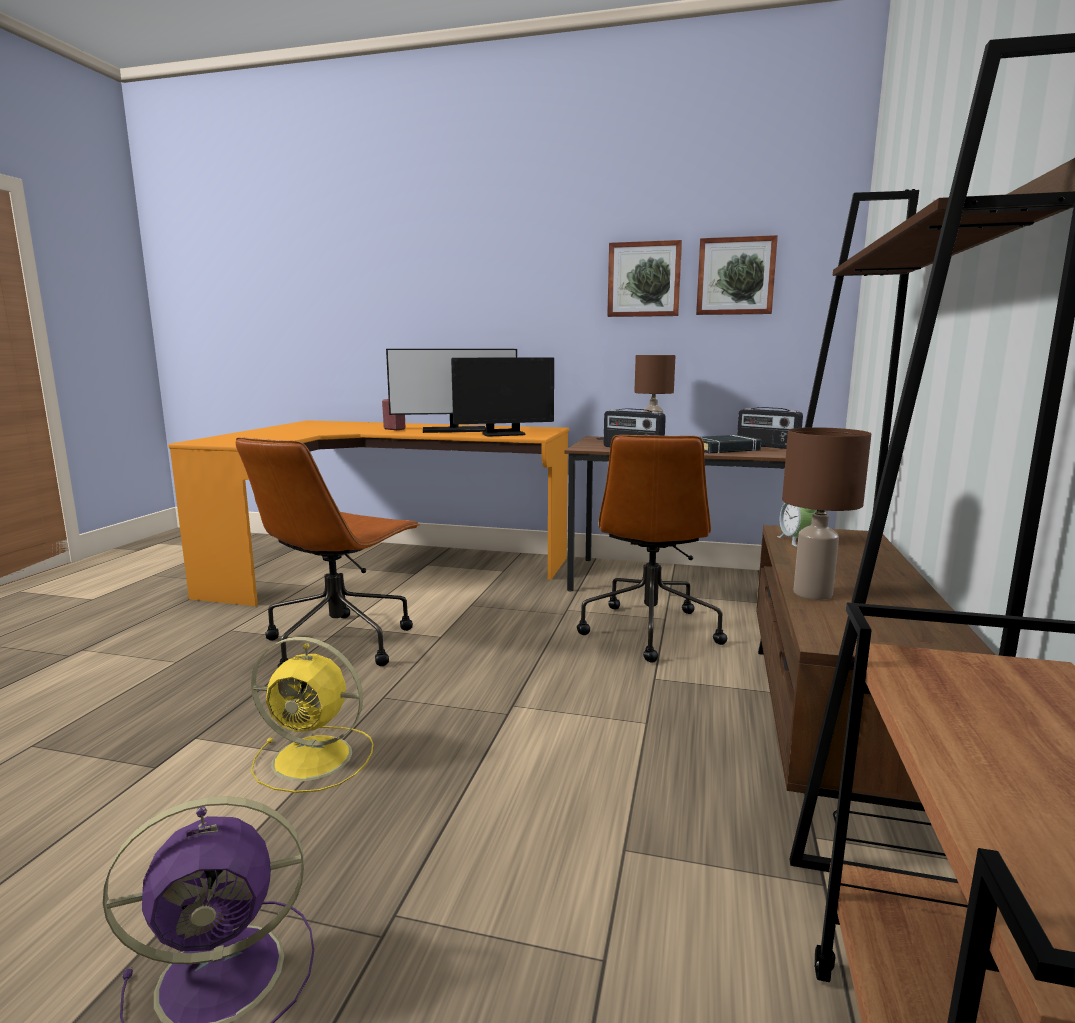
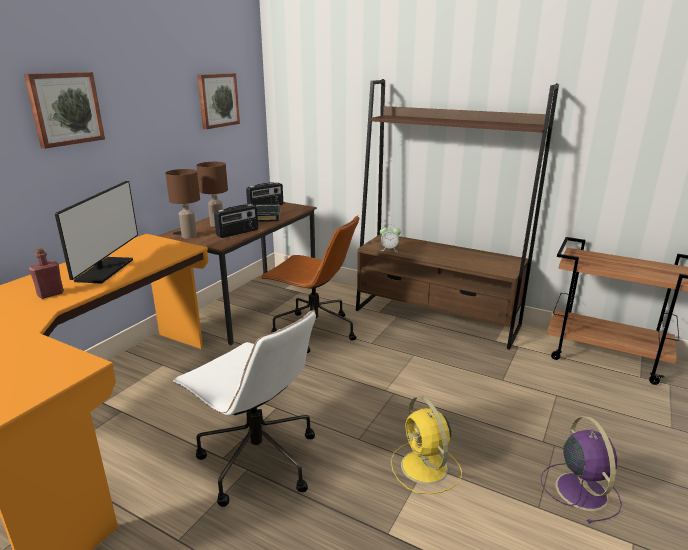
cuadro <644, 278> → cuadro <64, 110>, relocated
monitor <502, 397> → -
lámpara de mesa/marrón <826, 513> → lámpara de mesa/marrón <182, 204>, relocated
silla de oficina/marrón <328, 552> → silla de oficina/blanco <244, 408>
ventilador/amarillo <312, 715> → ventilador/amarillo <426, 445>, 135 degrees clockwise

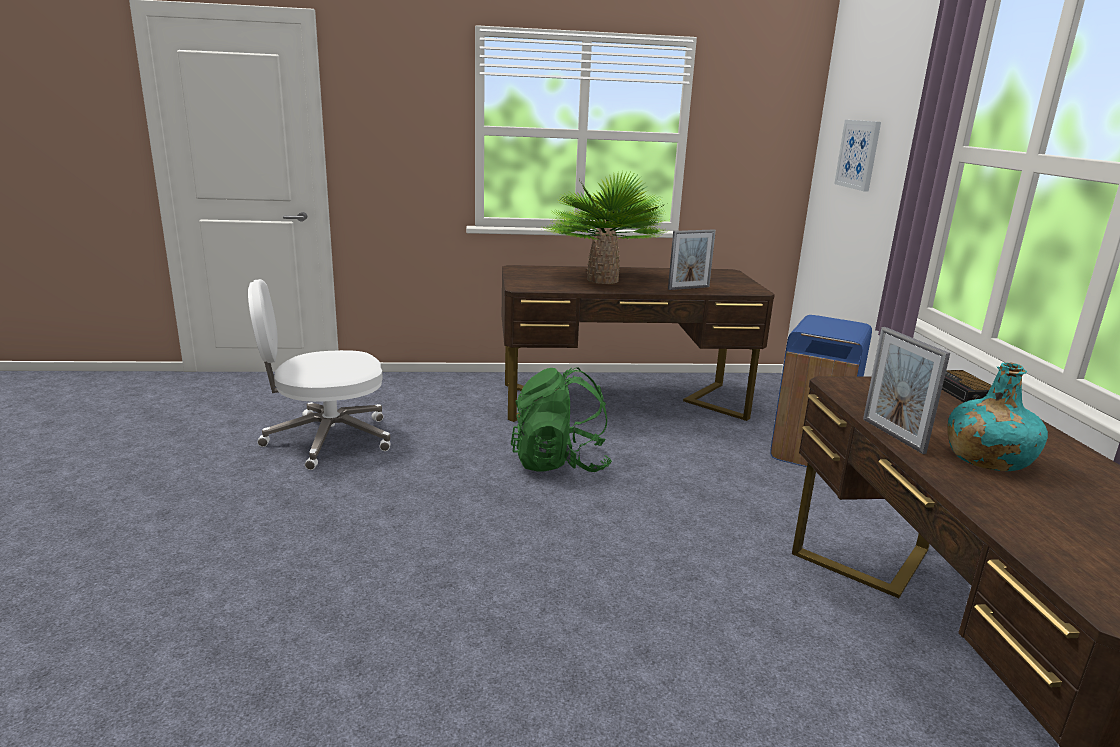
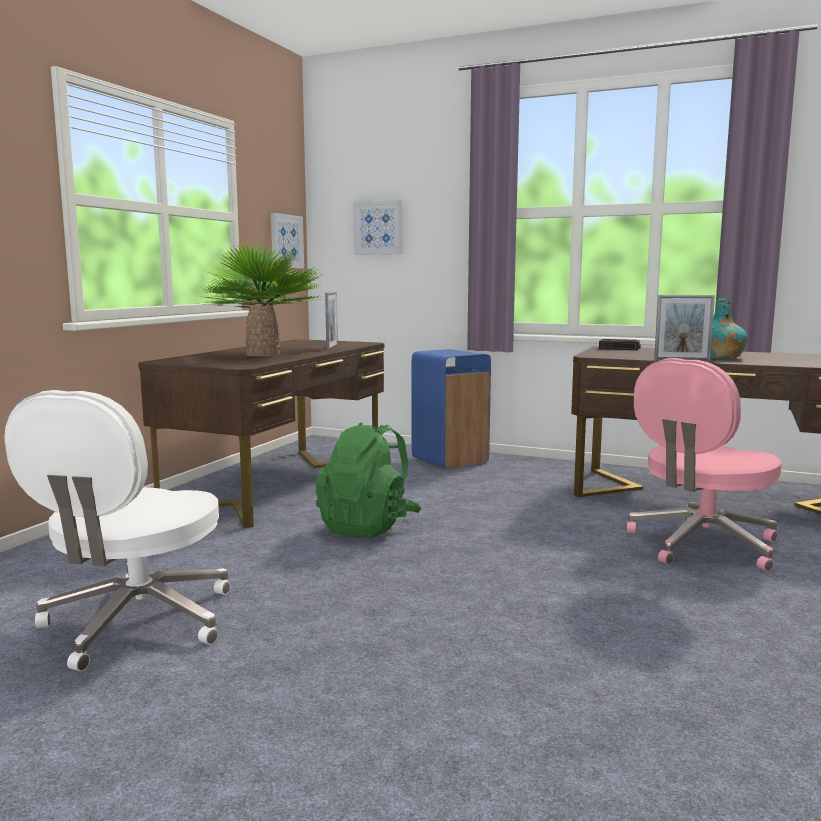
- → cuadro <287, 240>
- → silla de oficina/rosa <704, 465>

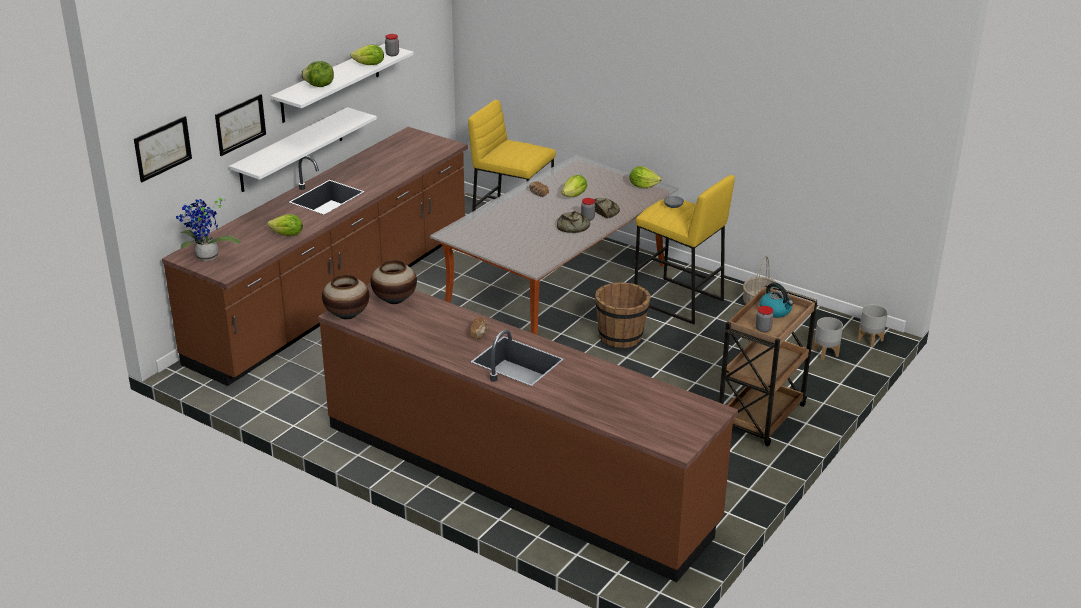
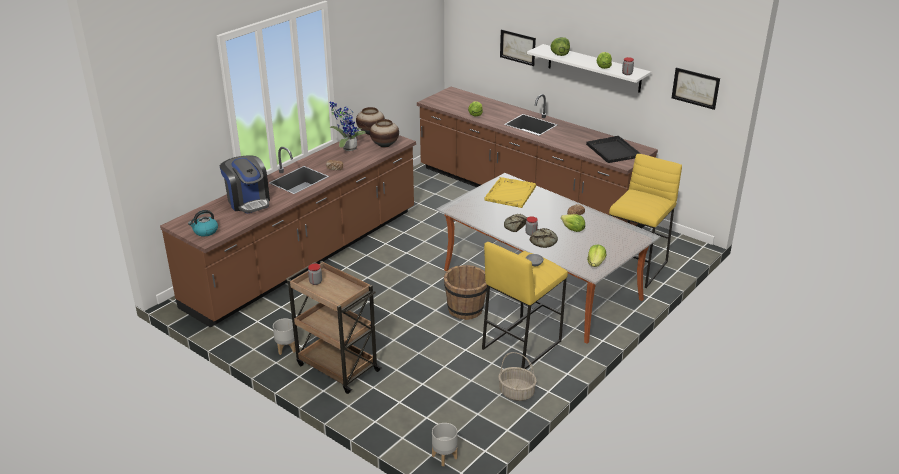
estante/blanco <303, 149> → -
cuadro <163, 149> → cuadro <696, 89>, relocated
planta en maceta <208, 229> → planta en maceta <347, 126>, relocated
hervidor <776, 300> → hervidor <203, 223>, relocated
maceta/gris <828, 338> → maceta/gris <284, 336>, relocated
- → bandeja/negro <613, 149>
- → cafetera <245, 184>
- → bandeja/amarillo <510, 192>

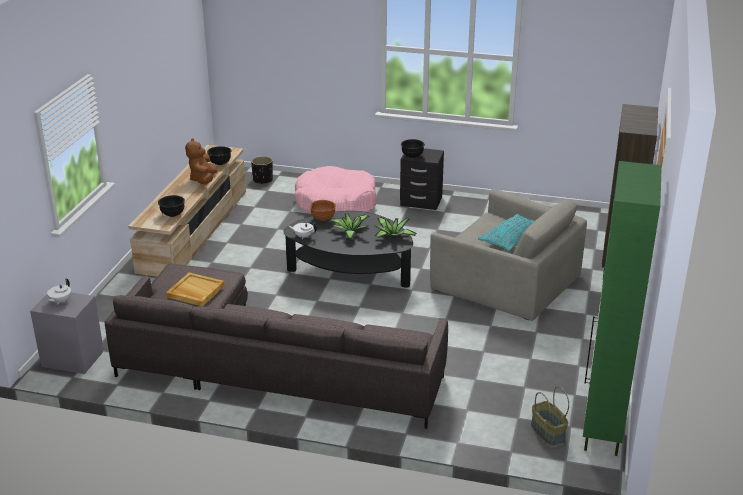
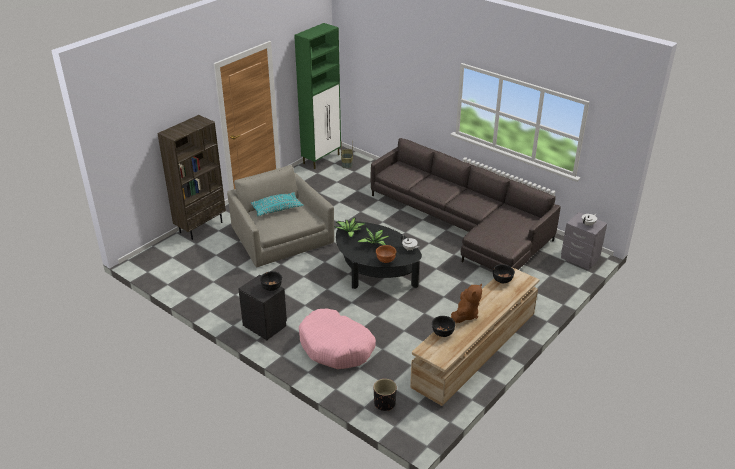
bandeja/beis <195, 289> → -

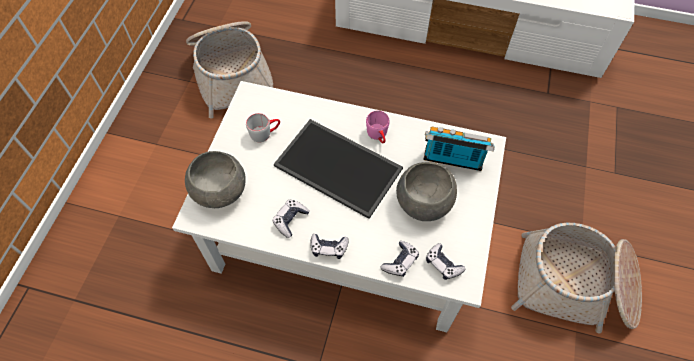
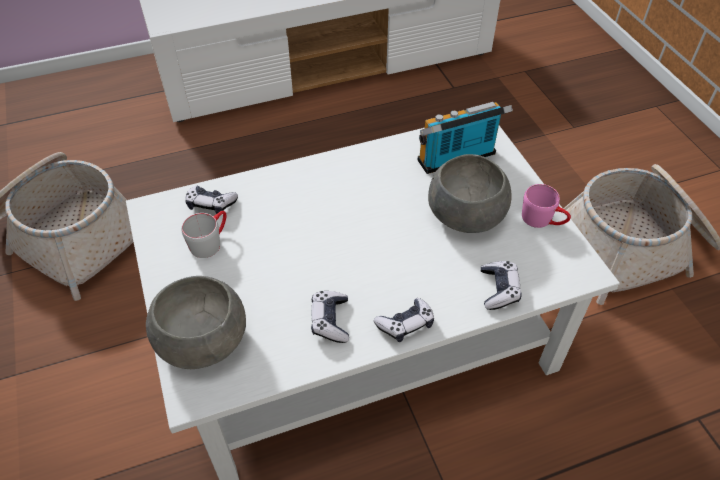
taza grande/rosa <378, 126> → taza grande/rosa <546, 206>, relocated
bandeja <338, 169> → -
mando de consola <445, 261> → mando de consola <211, 199>, relocated

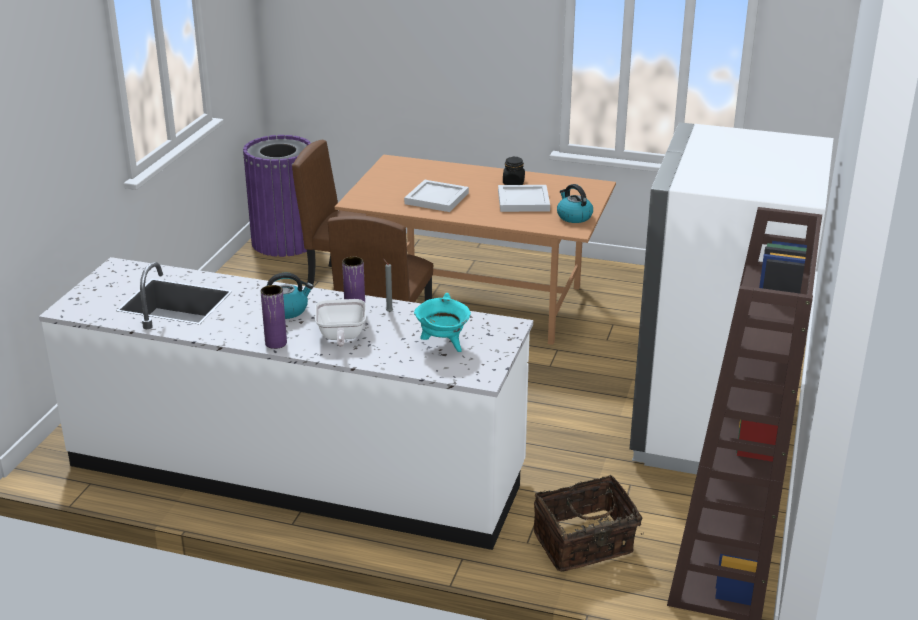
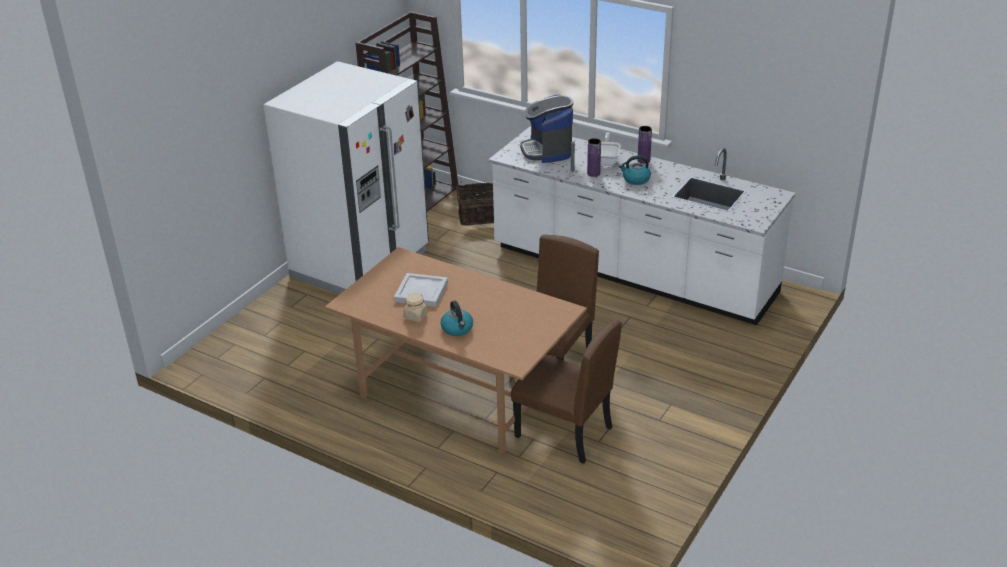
papelera/morado <277, 196> → -
tarro/negro <514, 171> → tarro/beis <416, 307>
bandeja/blanco <436, 196> → -
hervidor <575, 203> → hervidor <457, 318>, relocated
olla/turquesa <442, 322> → cafetera <546, 129>

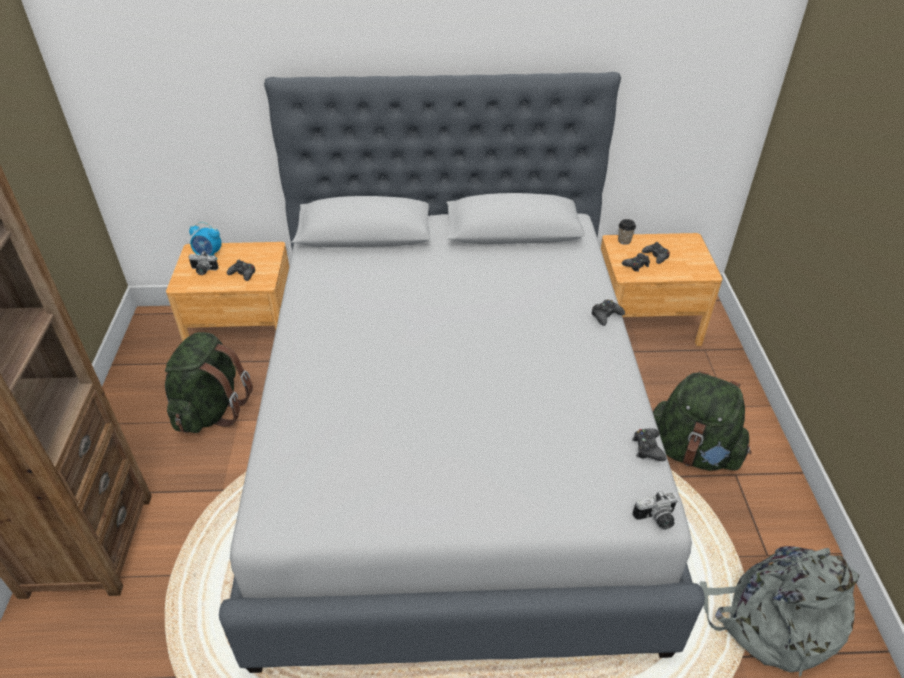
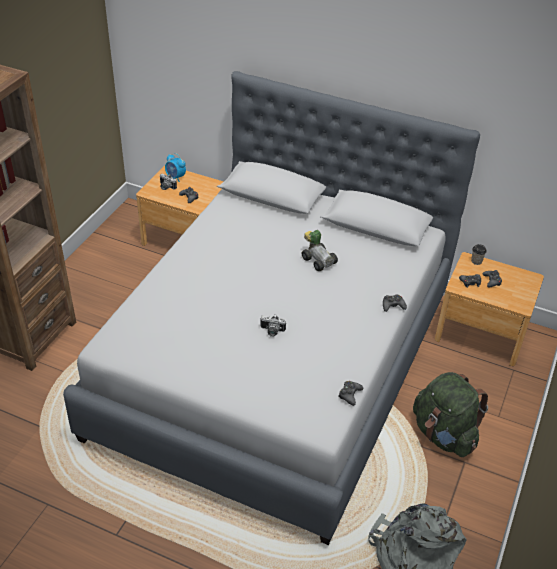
mochila/verde <209, 382> → -
cámara <655, 510> → cámara <273, 326>, relocated
- → coche de juguete <319, 250>

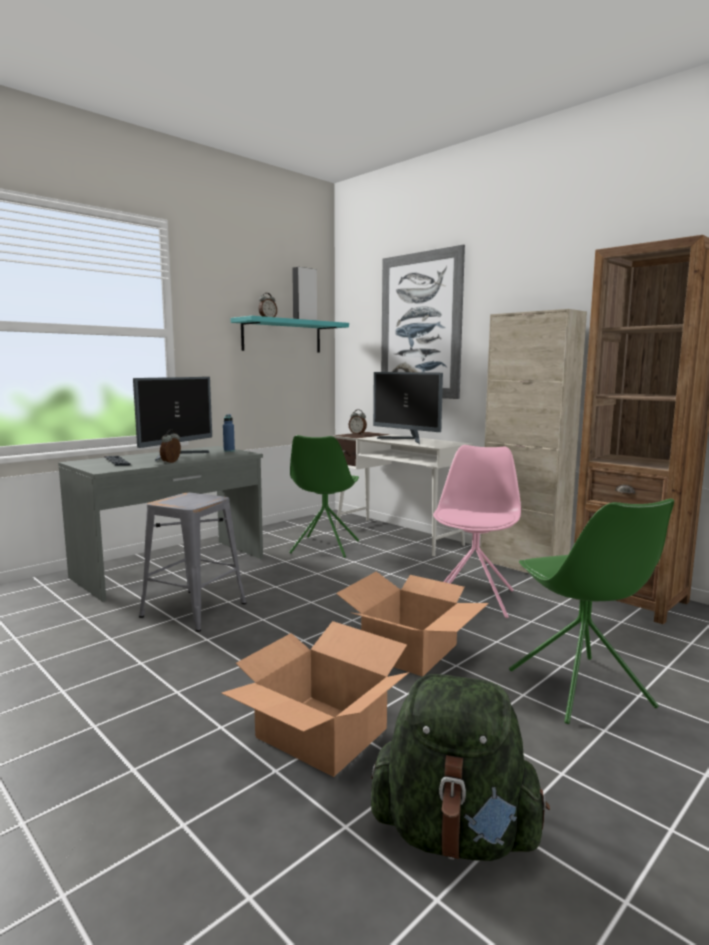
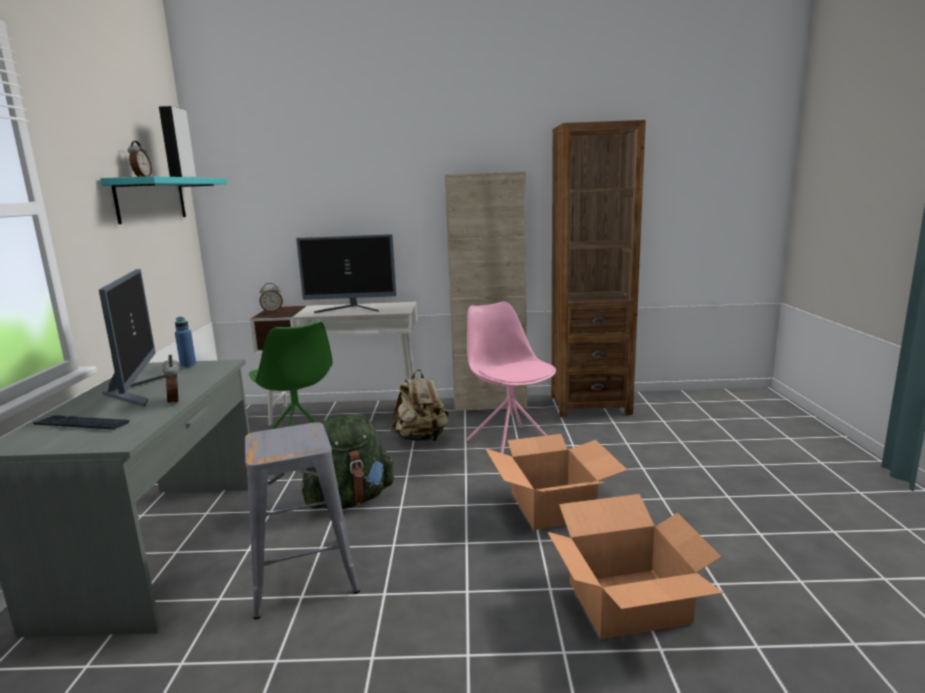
cuadro <423, 322> → -
silla/verde <591, 611> → -
mochila/verde <460, 767> → mochila/verde <348, 461>, relocated
- → mochila/beis <420, 405>

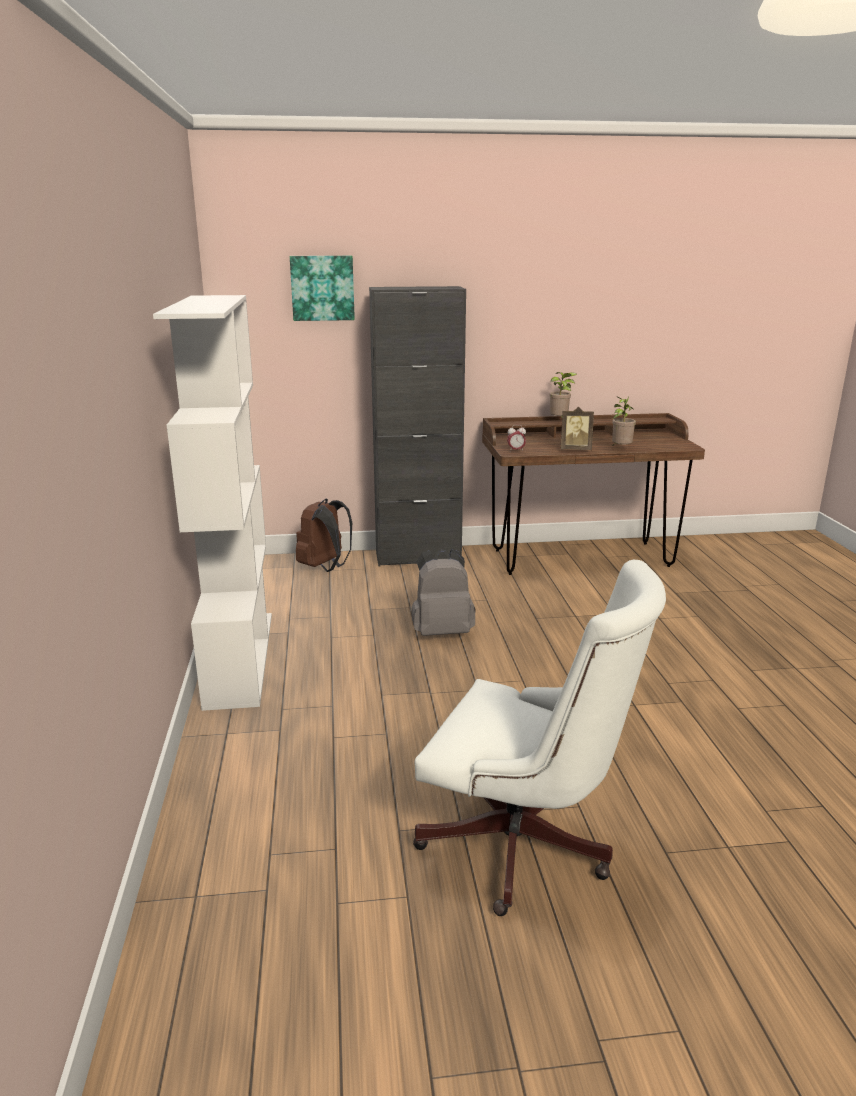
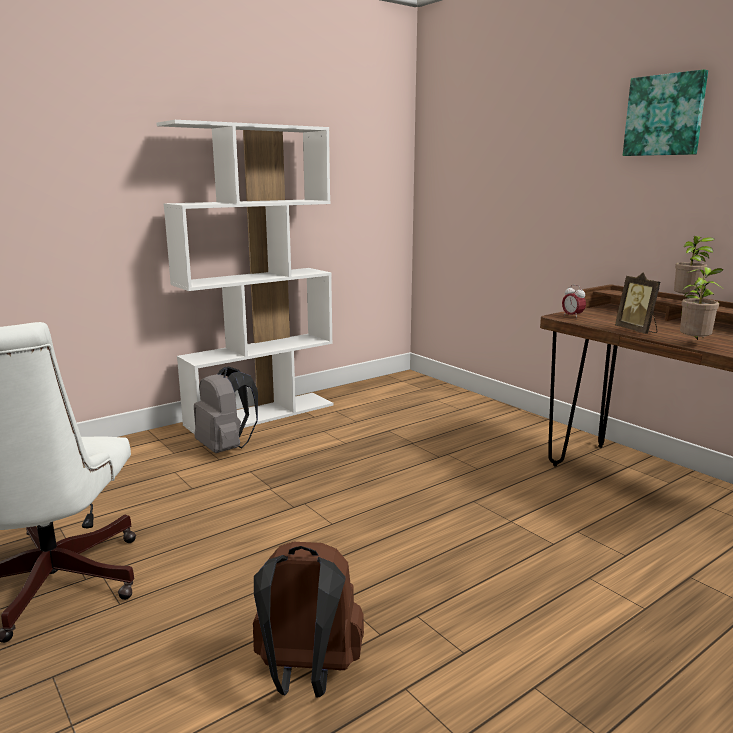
cuadro <322, 288> → cuadro <665, 112>, relocated
armario/negro <417, 426> → -
mochila/marrón <324, 535> → mochila/marrón <308, 620>, relocated
mochila/gris <444, 592> → mochila/gris <226, 409>, relocated

